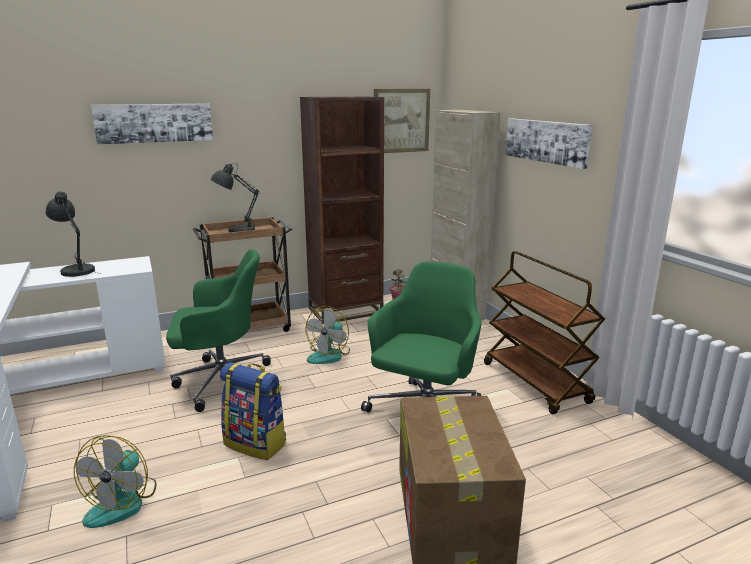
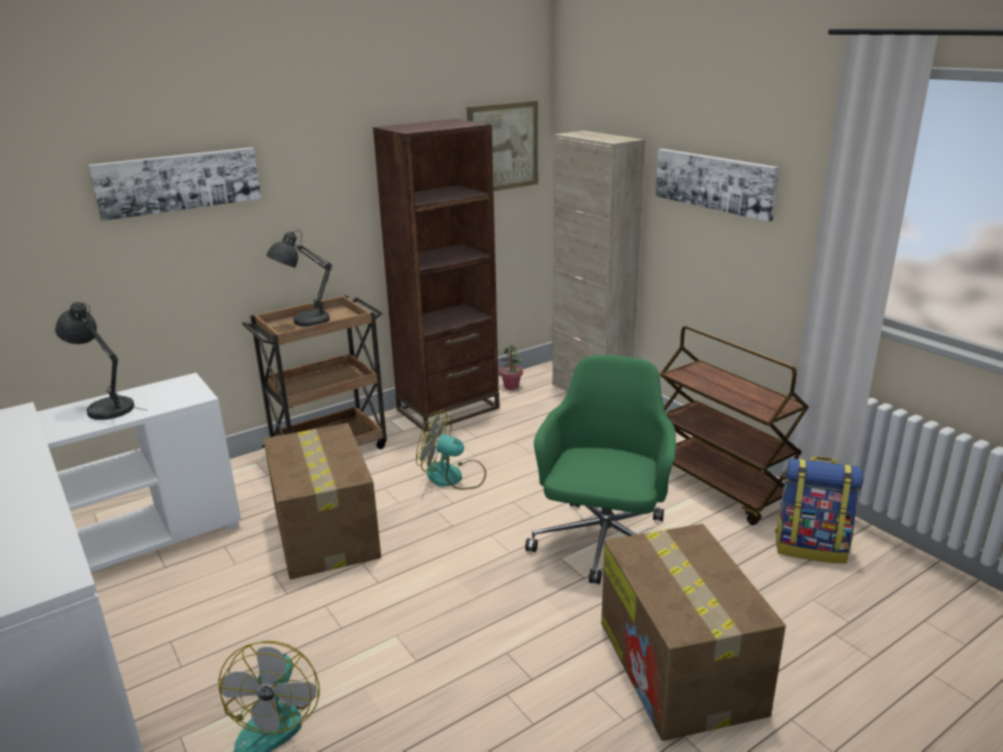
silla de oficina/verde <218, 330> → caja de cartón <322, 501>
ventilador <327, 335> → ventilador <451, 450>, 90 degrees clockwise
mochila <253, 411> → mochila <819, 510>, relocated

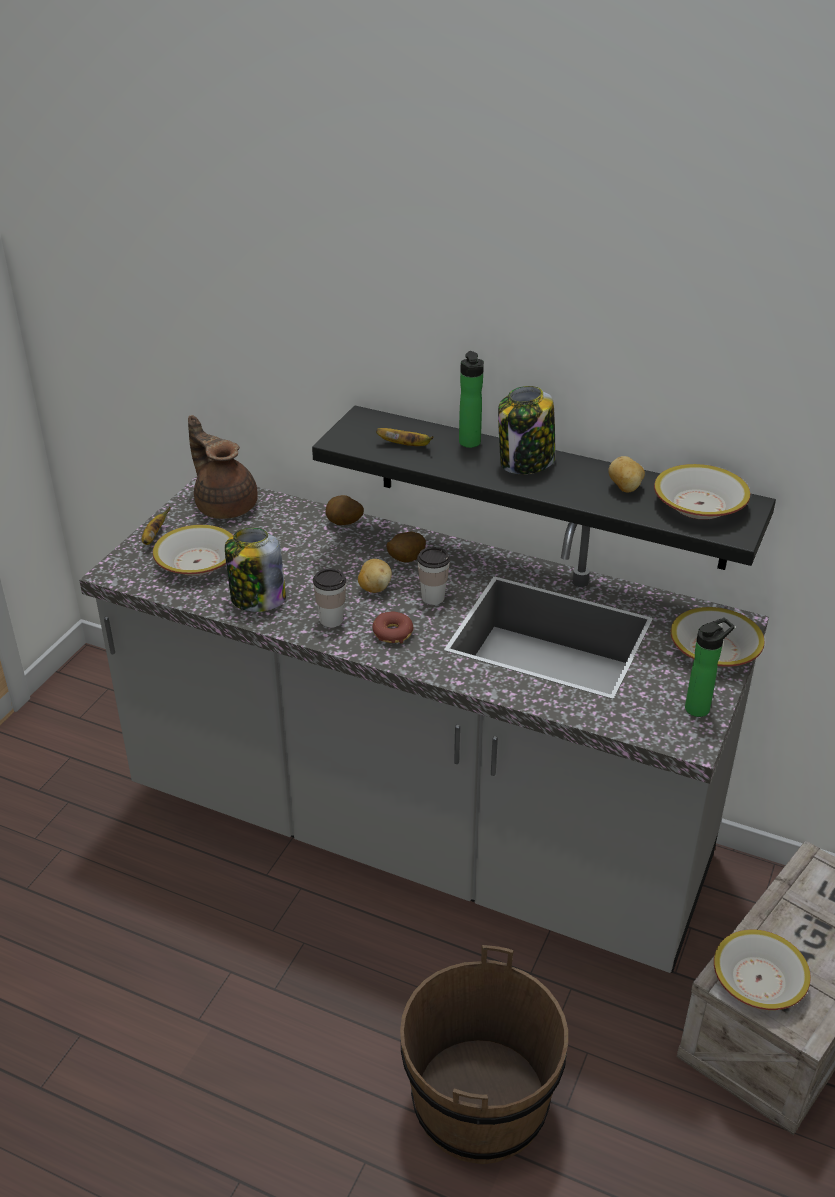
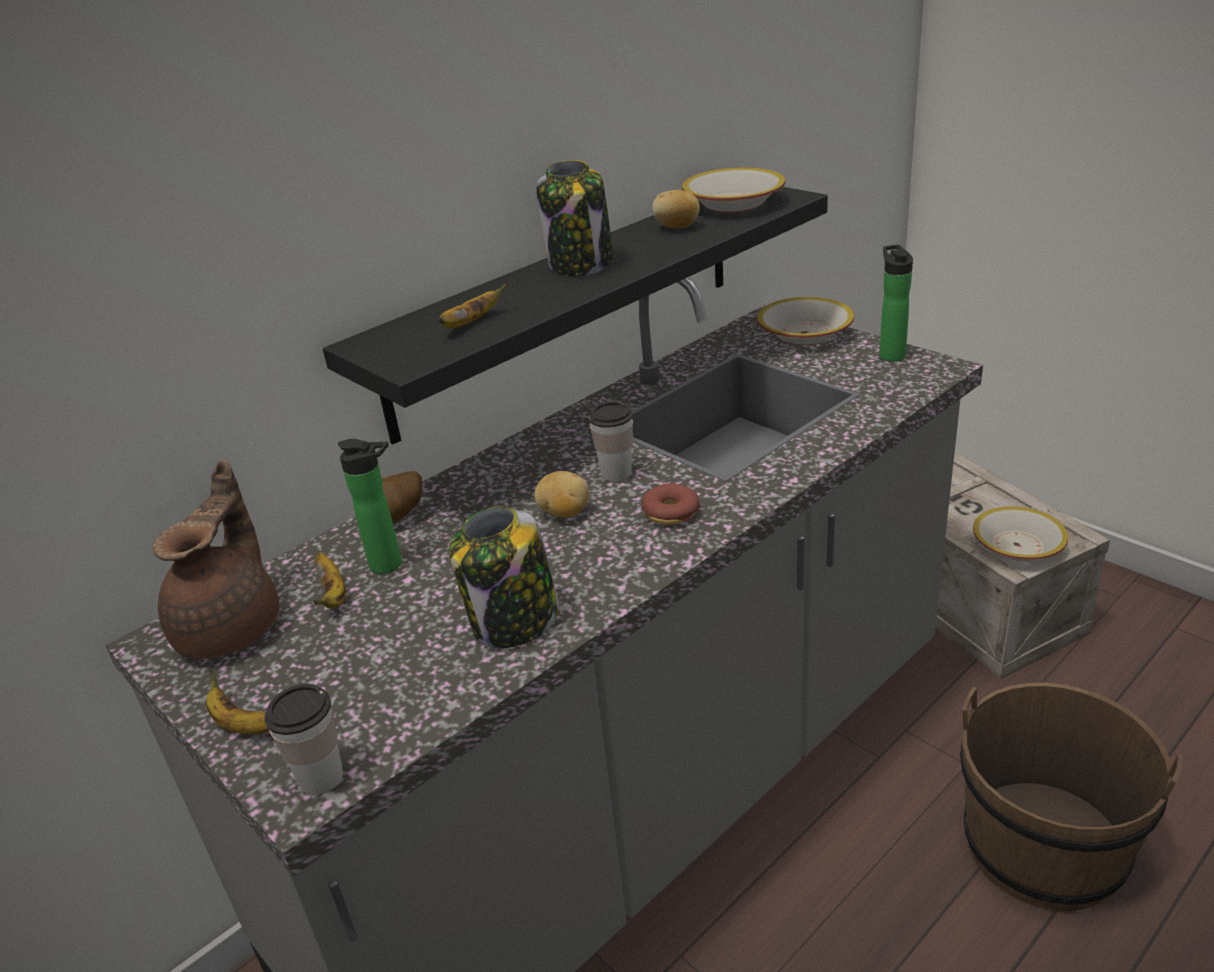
botella <471, 399> → botella <370, 506>, relocated
tetera/marrón <223, 467> → tetera/marrón <216, 559>, 120 degrees clockwise
cuenco <193, 550> → -
patata <406, 546> → -
taza <329, 598> → taza <304, 739>, relocated
- → plátano <330, 580>

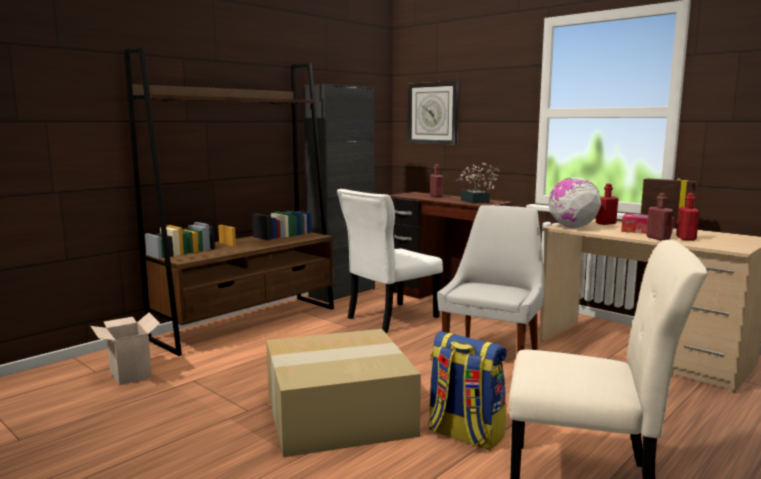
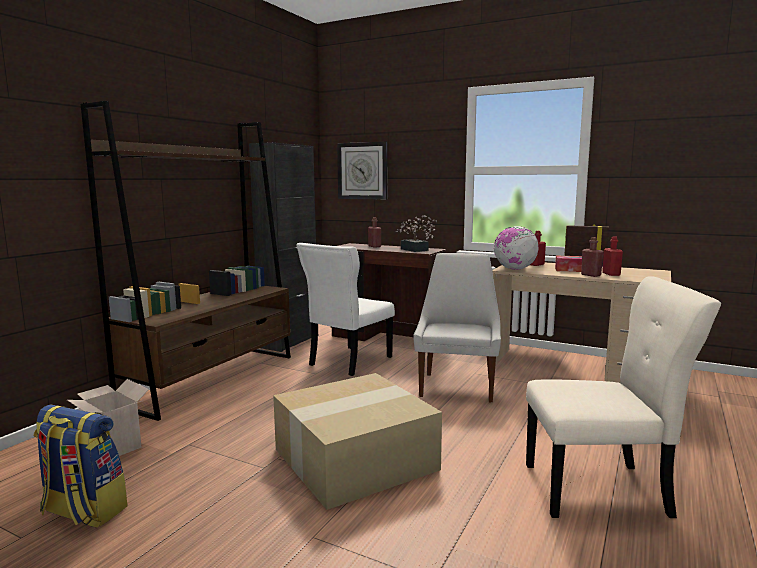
mochila <467, 391> → mochila <81, 466>, relocated

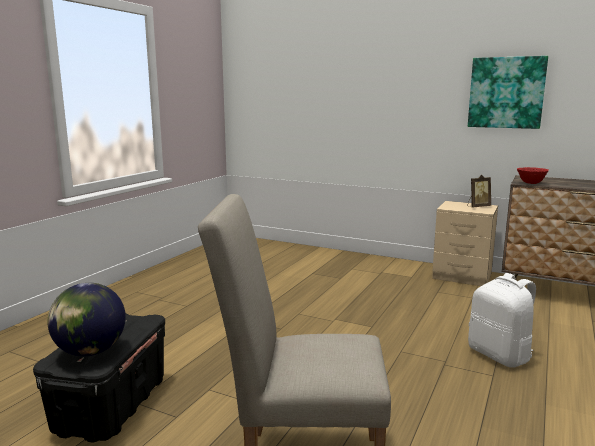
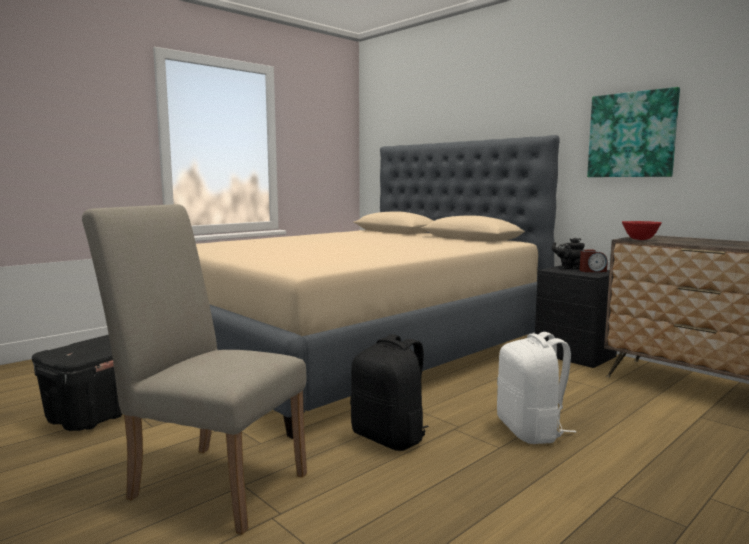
portarretratos <479, 191> → despertador <593, 261>
mesita de noche/beis <465, 243> → mesita de noche/negro <576, 316>
globo terráqueo <86, 319> → -
- → cama/beis <378, 287>
- → tetera/negro <568, 253>
- → mochila/negro <389, 392>

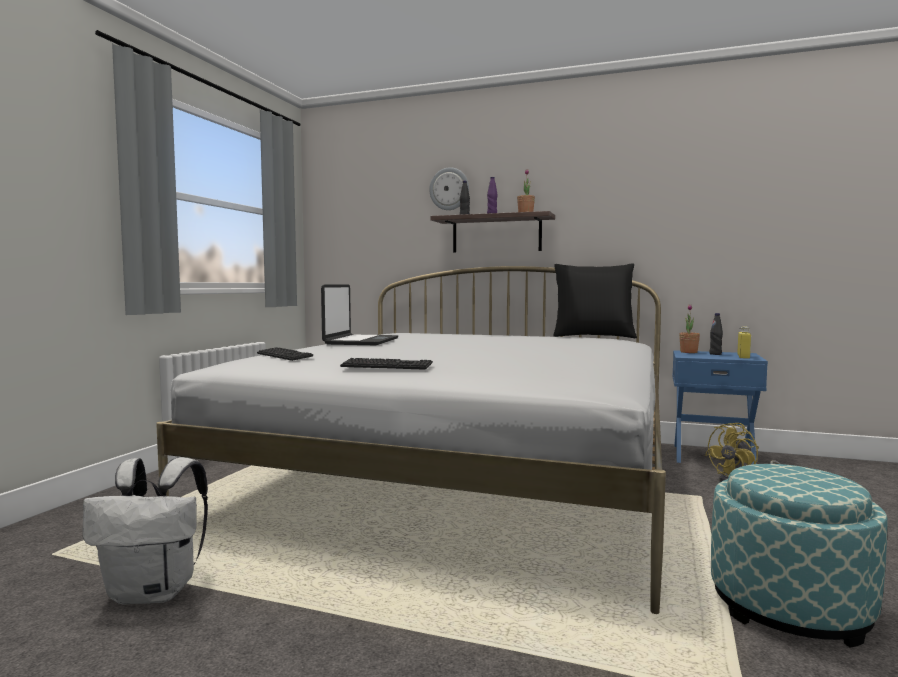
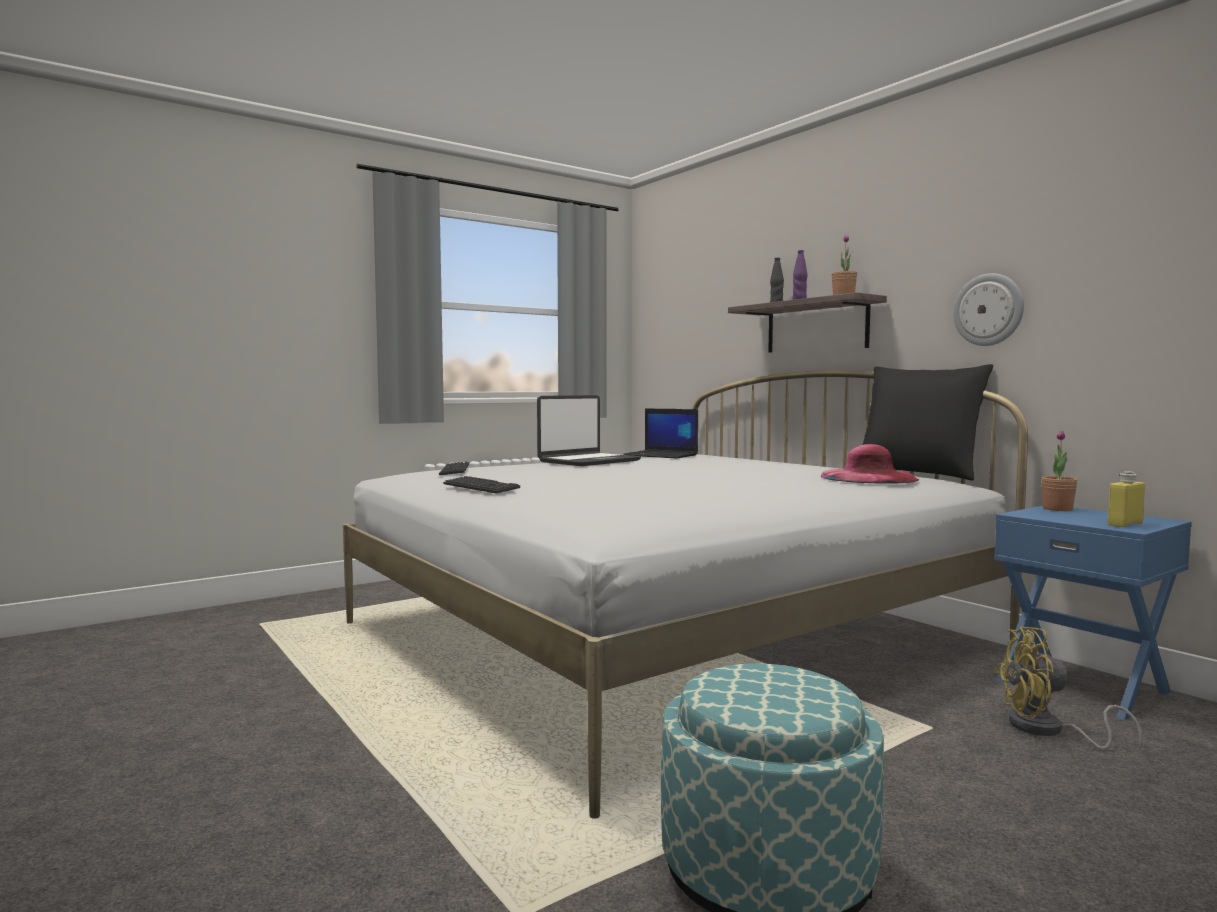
reloj de pared <449, 188> → reloj de pared <988, 309>, relocated
botella/negro <716, 334> → -
mochila/blanco <145, 531> → -
- → portátil <660, 433>
- → sombrero/rosa <870, 464>

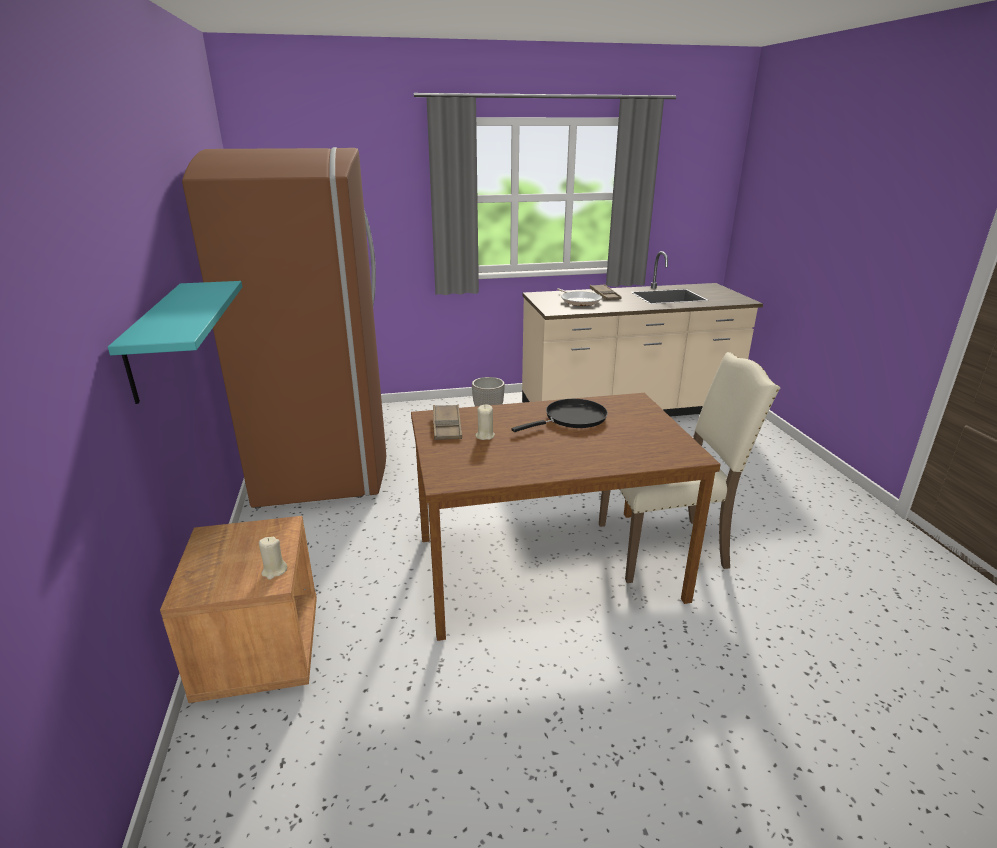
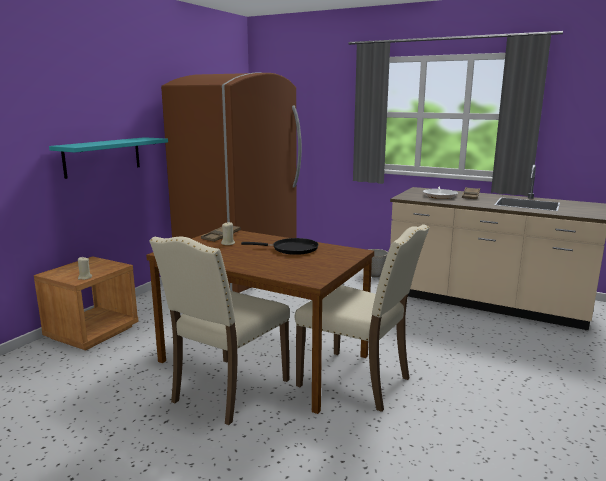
- → silla/beis <219, 330>

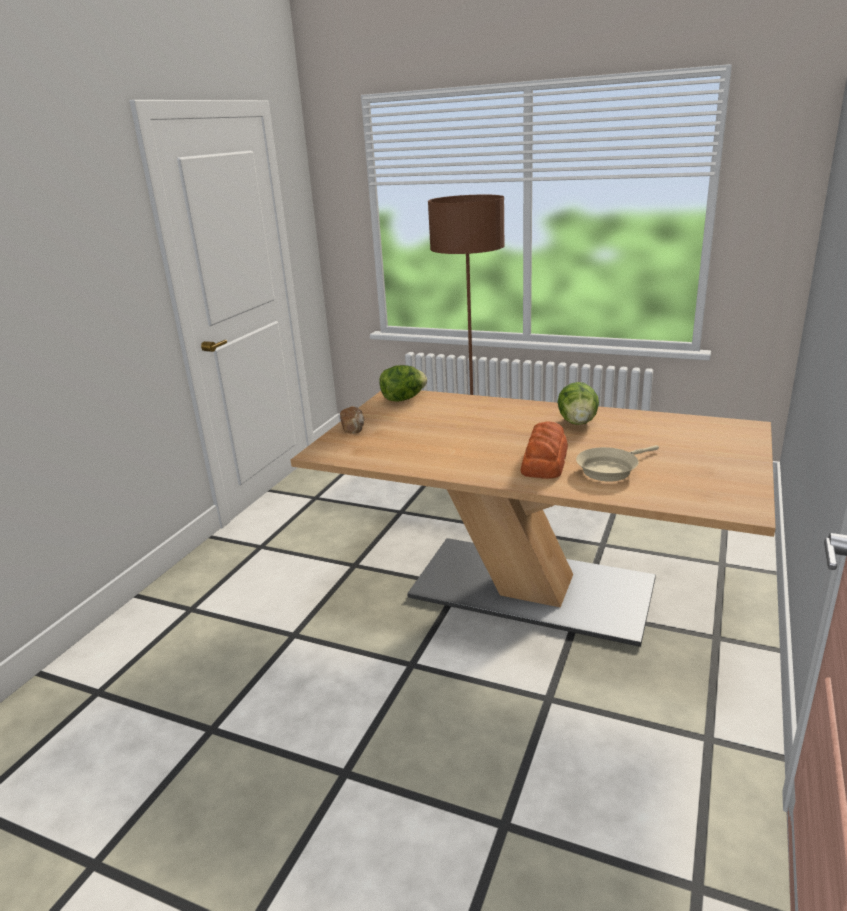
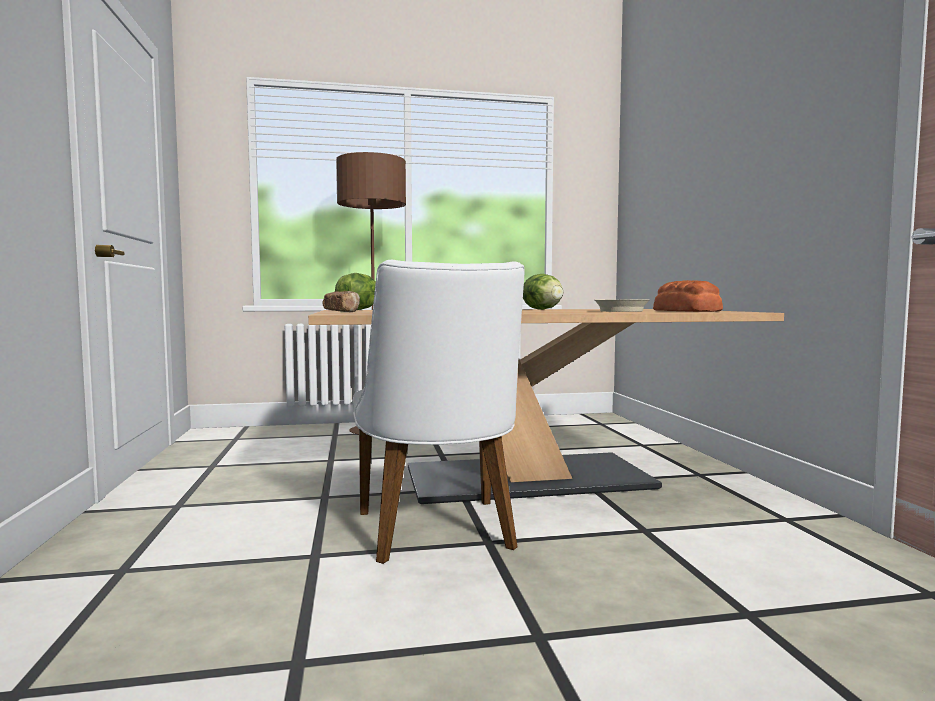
pan <544, 450> → pan <688, 296>, relocated
- → silla/blanco <438, 412>

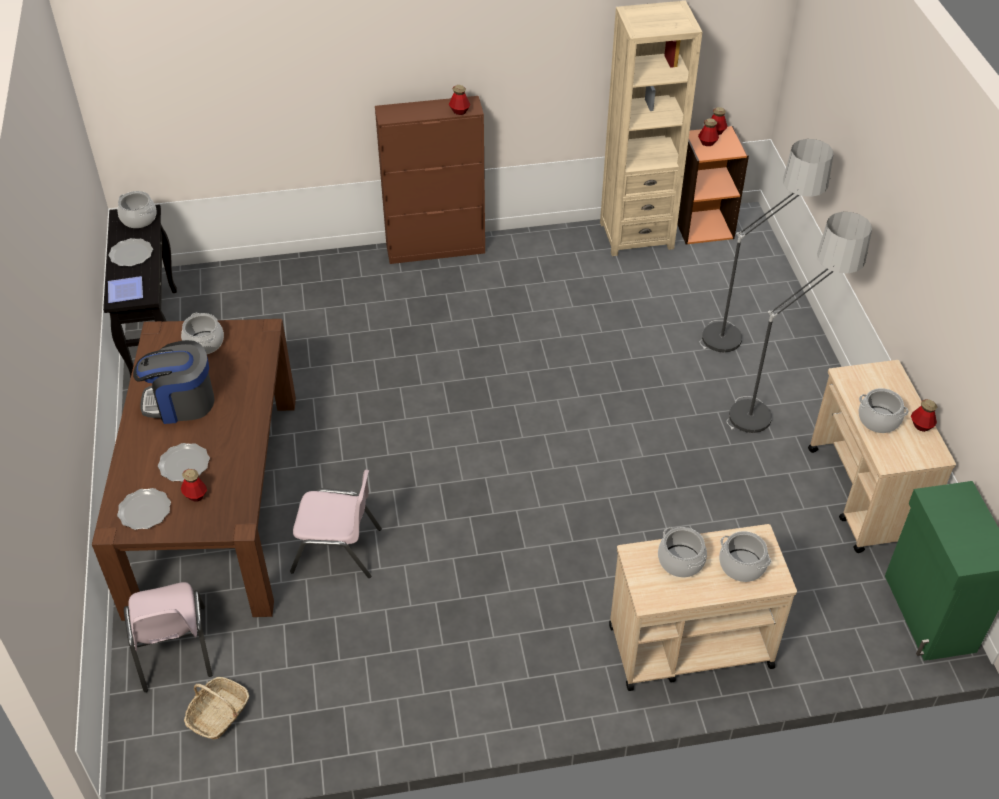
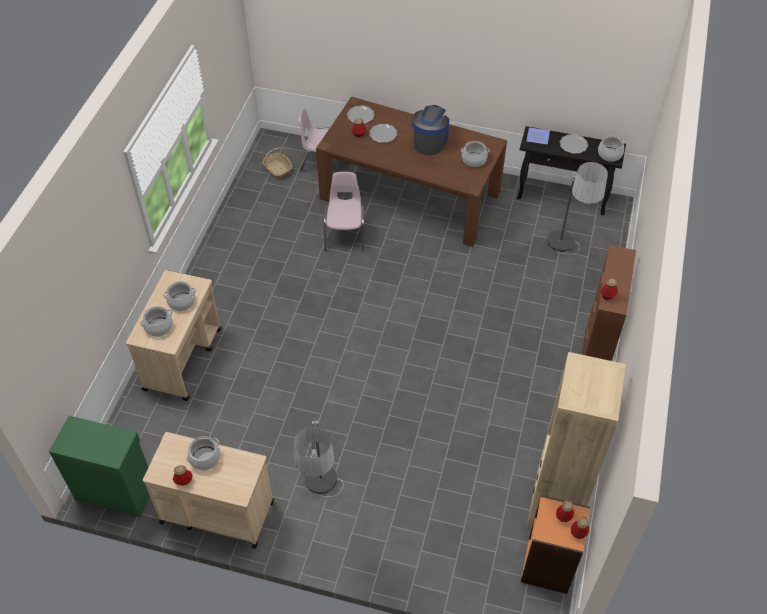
lámpara de pie <767, 246> → lámpara de pie <577, 208>, relocated
silla/rosa <336, 524> → silla/rosa <344, 212>, 150 degrees clockwise

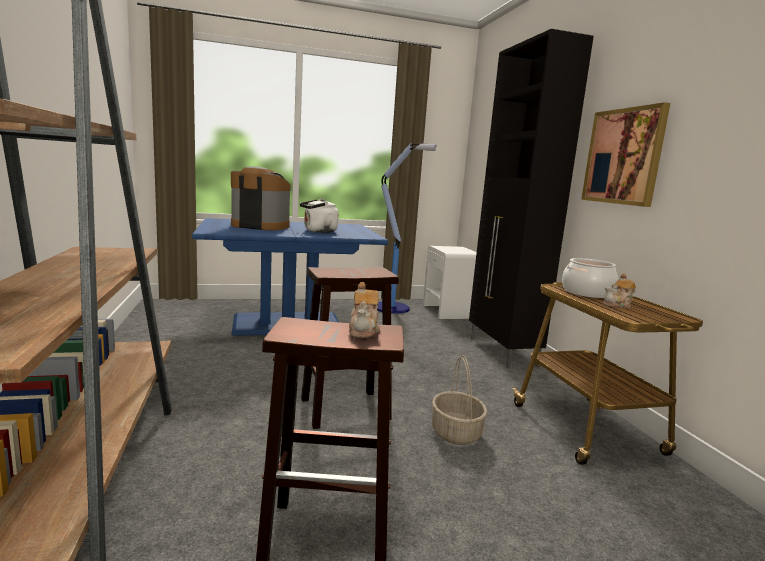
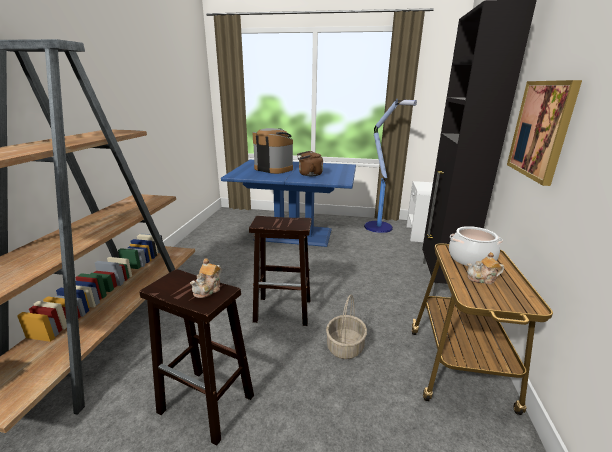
hervidor/blanco <319, 216> → hervidor/marrón <310, 163>

